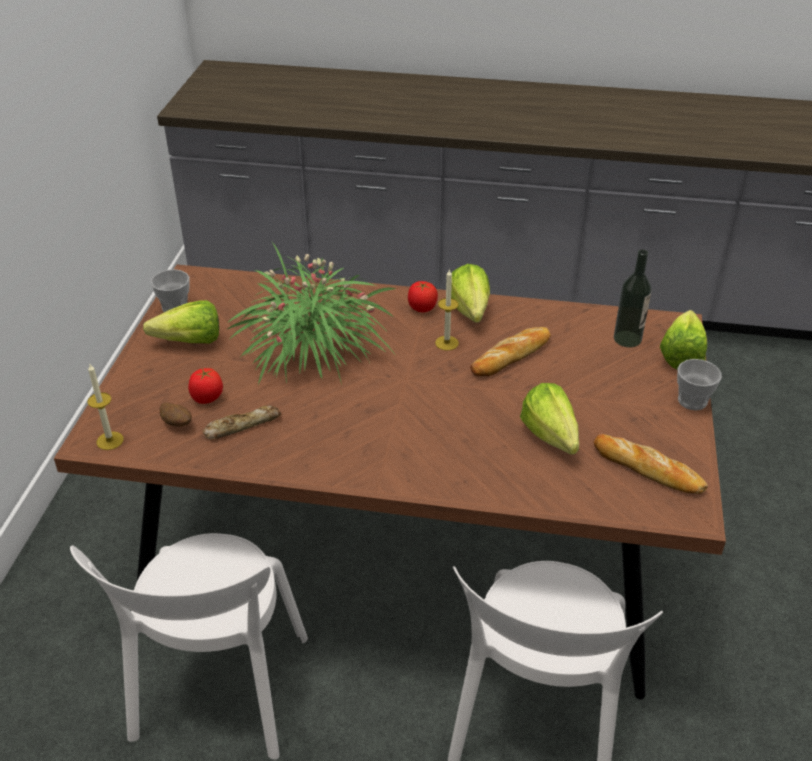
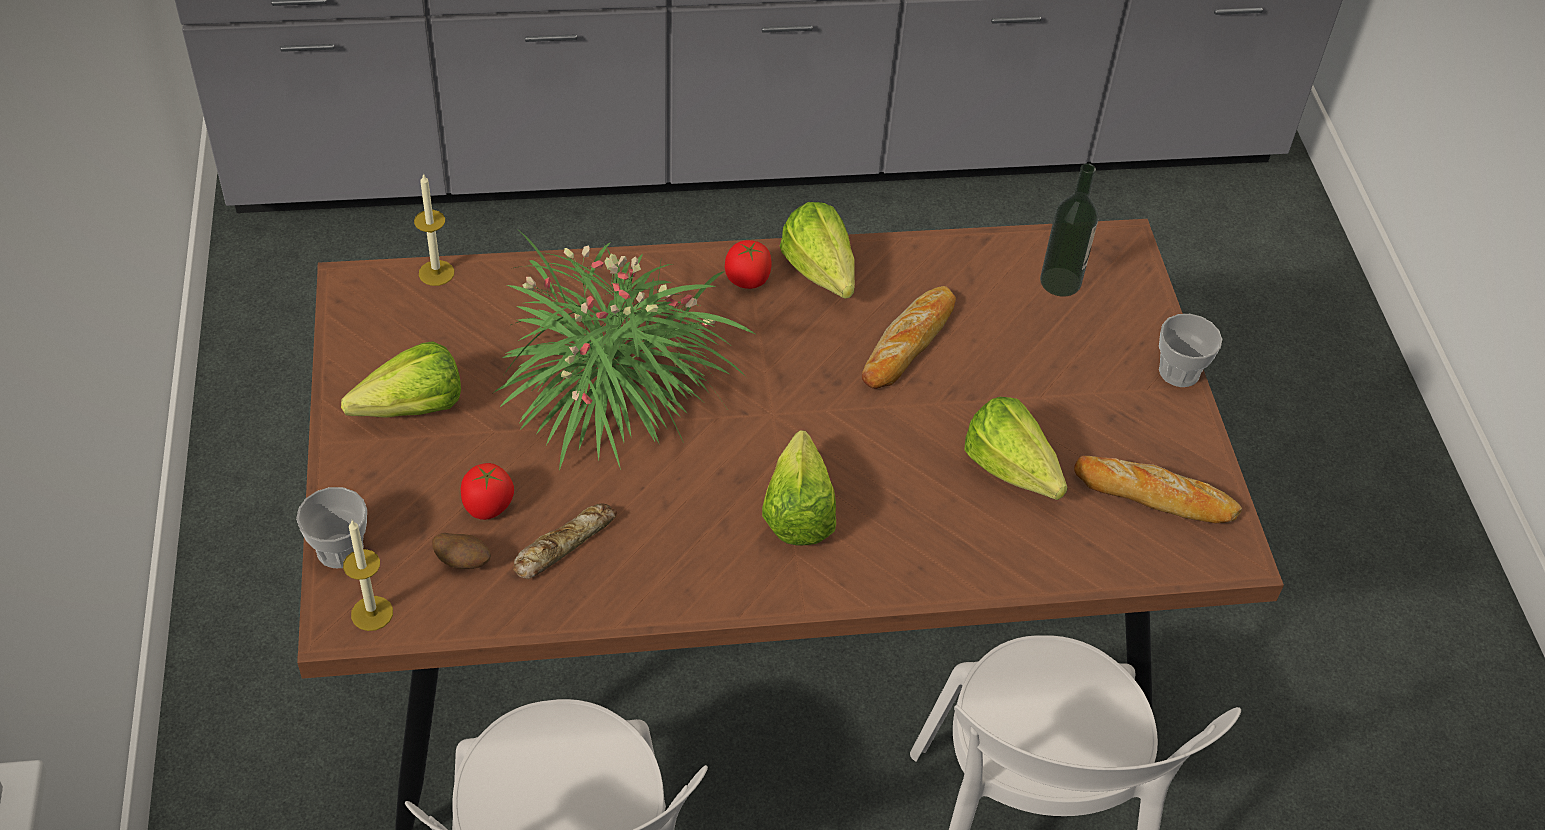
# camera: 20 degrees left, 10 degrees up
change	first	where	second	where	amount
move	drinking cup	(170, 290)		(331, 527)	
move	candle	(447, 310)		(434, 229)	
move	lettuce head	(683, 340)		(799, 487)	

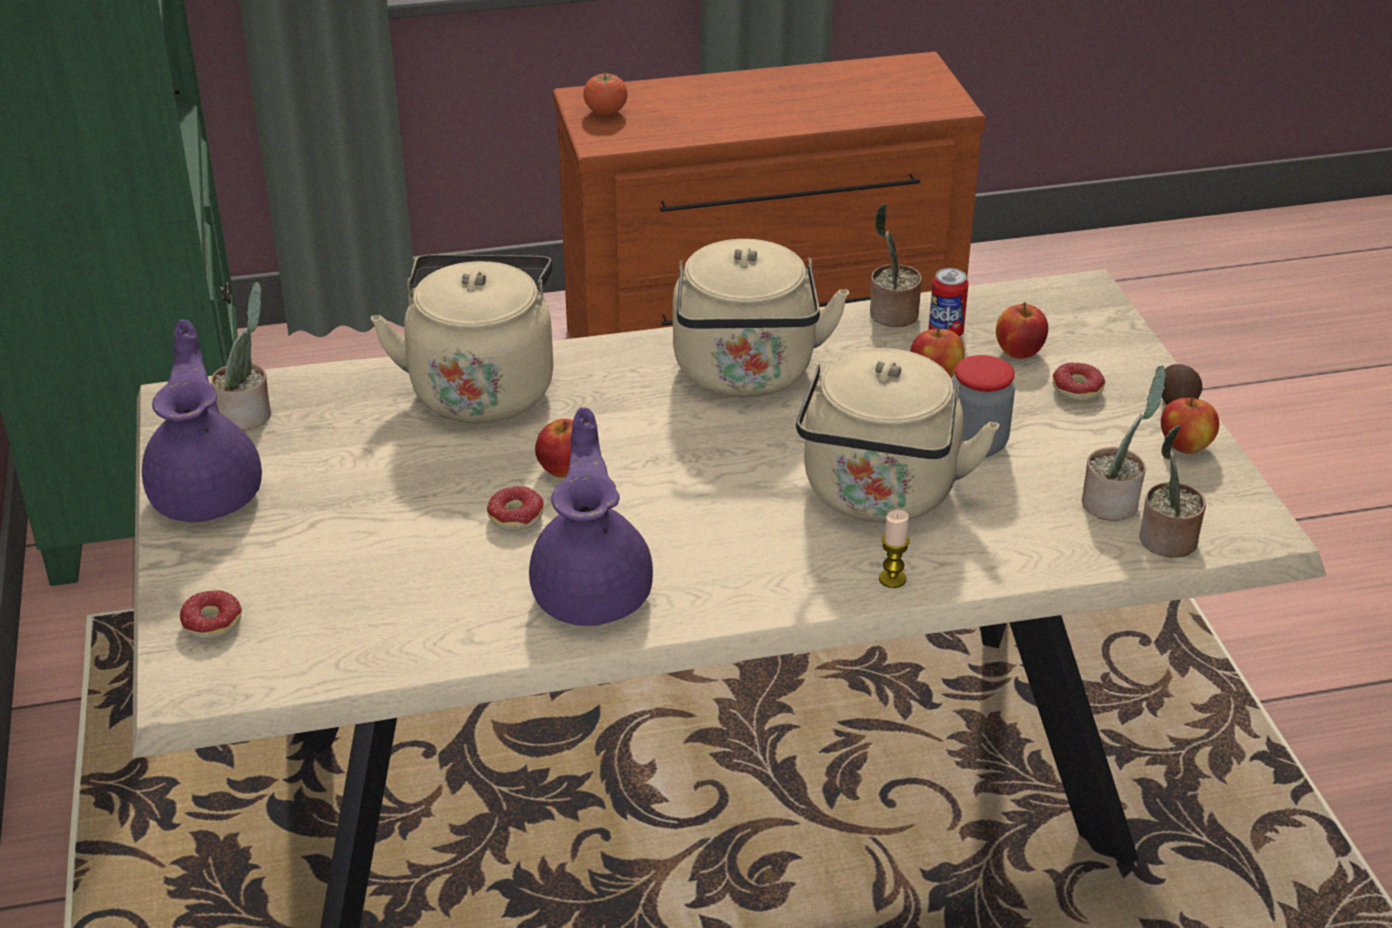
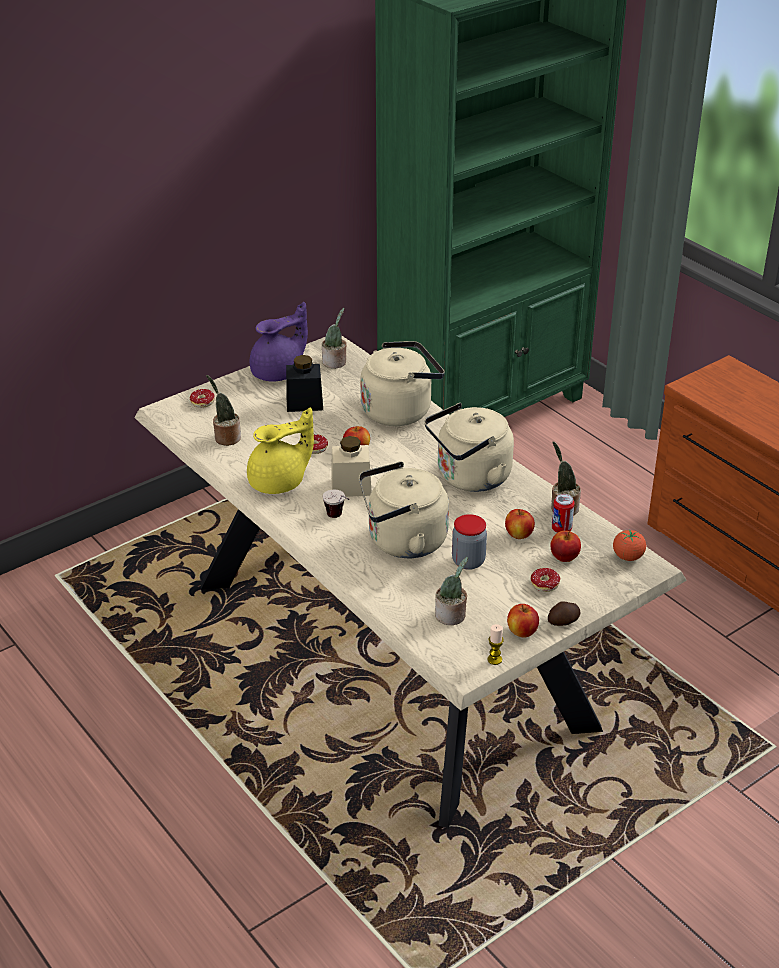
# camera: 65 degrees right, 0 degrees up
change	first	where	second	where	amount
move	tomato	(605, 94)		(629, 545)	
recolor	purple pot for tea	(591, 516)	yellow pot for tea	(280, 451)	
move	plant in a pot	(1173, 491)		(223, 410)	
move	candle	(894, 549)		(496, 644)	
insert			black jar	(304, 383)	
insert			sand-coloured jar	(351, 466)	
insert			drinking cup	(336, 504)	

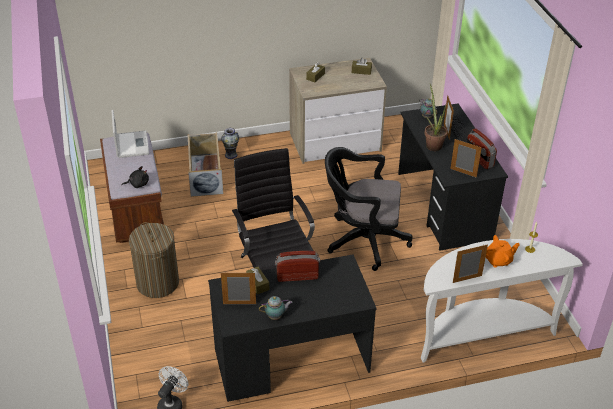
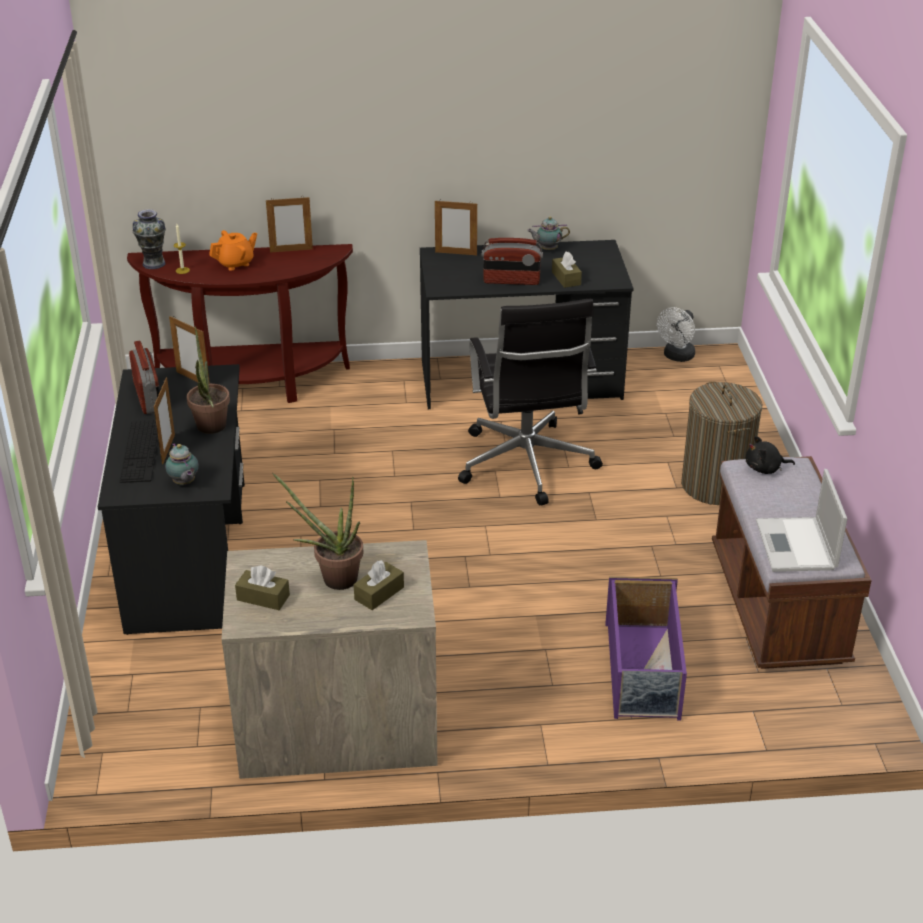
# camera: 170 degrees left, 5 degrees down
change	first	where	second	where	amount
move	decorative vase	(230, 143)		(149, 239)	
recolor	sand-coloured storage container	(205, 164)	purple storage container	(646, 648)	
delete	black desk chair	(368, 209)			
rotate	orange-coloured pot for tea	(502, 251)		(233, 250)	150 degrees clockwise
recolor	white narrow table	(502, 301)	brown narrow table	(240, 323)	
move	picture frame	(238, 288)		(456, 227)	
insert			plant in a pot	(318, 531)	

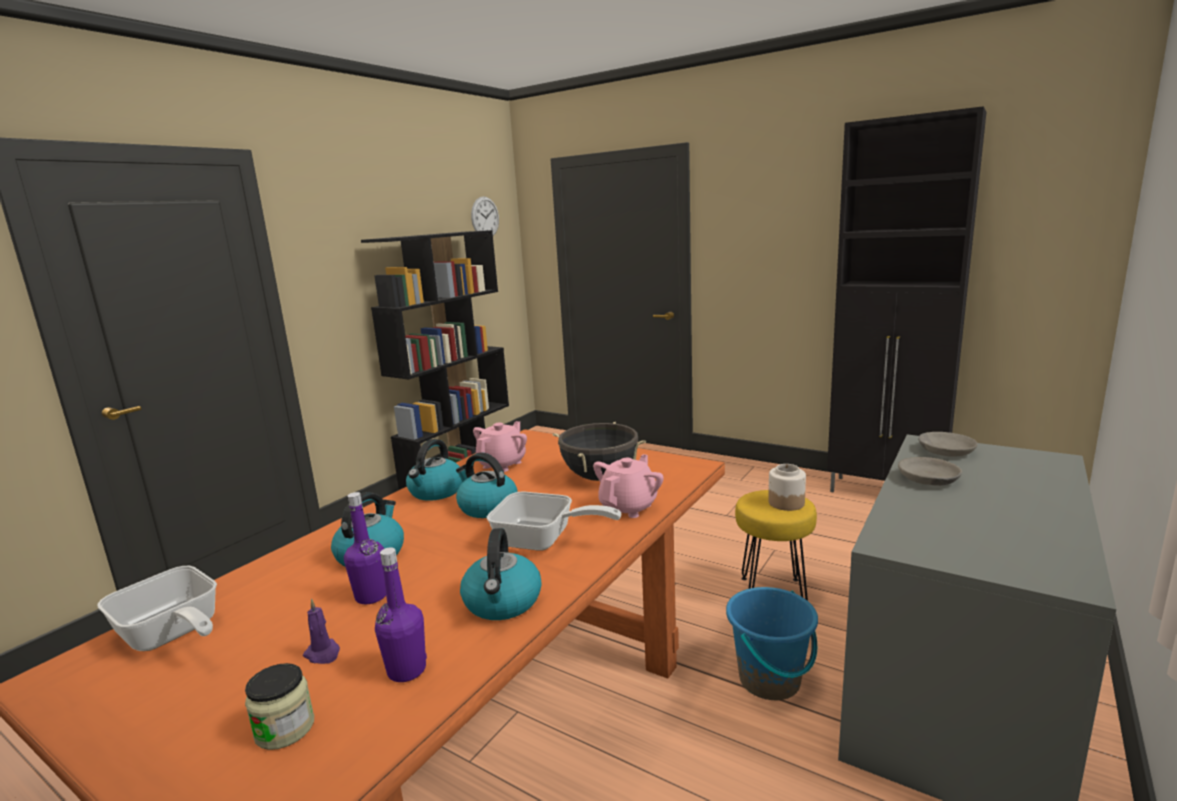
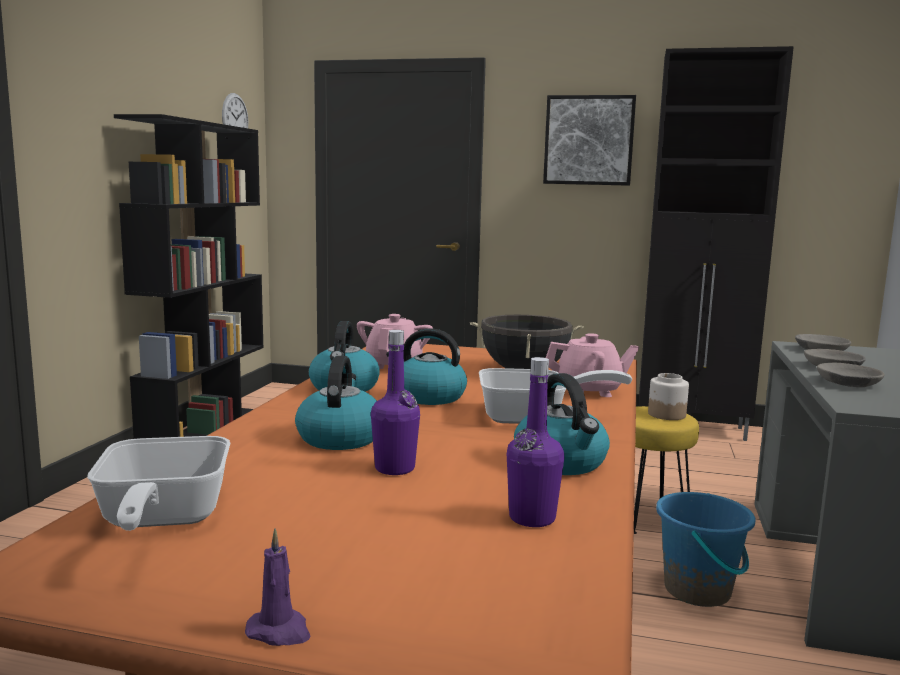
# camera: 20 degrees left, 5 degrees down
change	first	where	second	where	amount
rotate	pinkish pot for tea	(628, 486)		(592, 365)	75 degrees clockwise
rotate	pan	(157, 608)		(158, 483)	60 degrees clockwise
move	purple candle	(321, 631)		(278, 587)	
delete	jar	(279, 706)			
insert			wall art	(589, 140)	
insert			gray deep dish	(851, 375)	

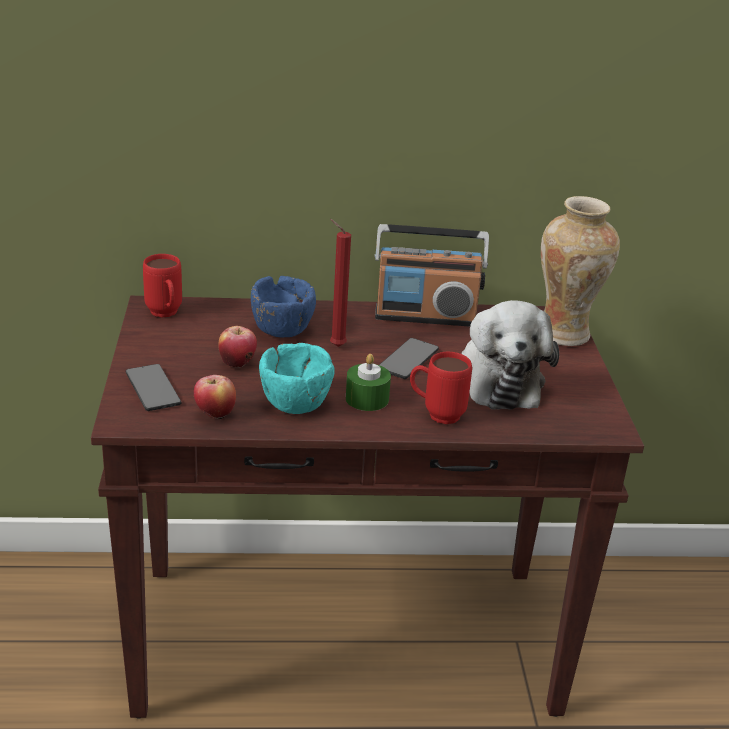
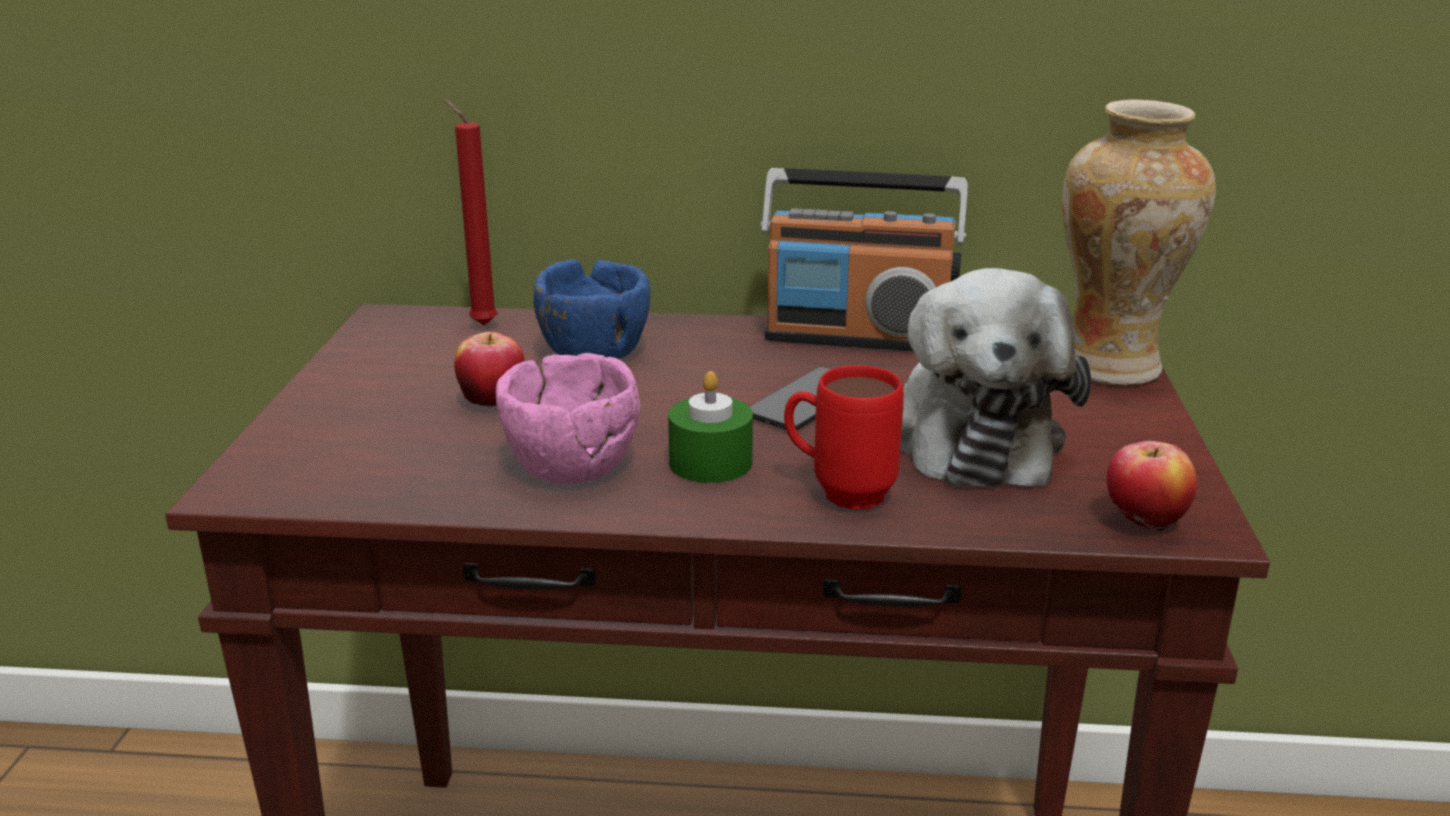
# camera: 10 degrees right, 5 degrees down
change	first	where	second	where	amount
move	reddish candle	(340, 283)		(470, 212)	
delete	reddish mug	(162, 286)			
recolor	turquoise-coloured deep dish	(297, 378)	pinkish deep dish	(568, 418)	
delete	phone	(153, 387)			
move	apple	(215, 397)		(1152, 486)	

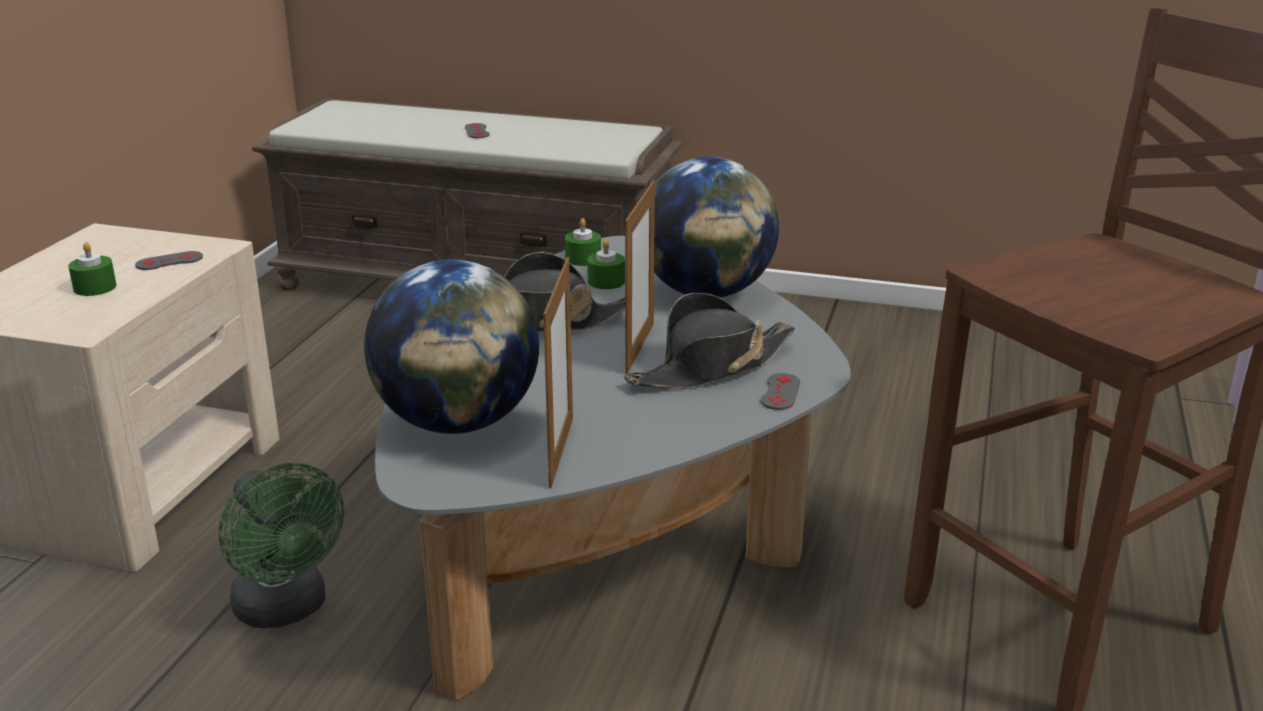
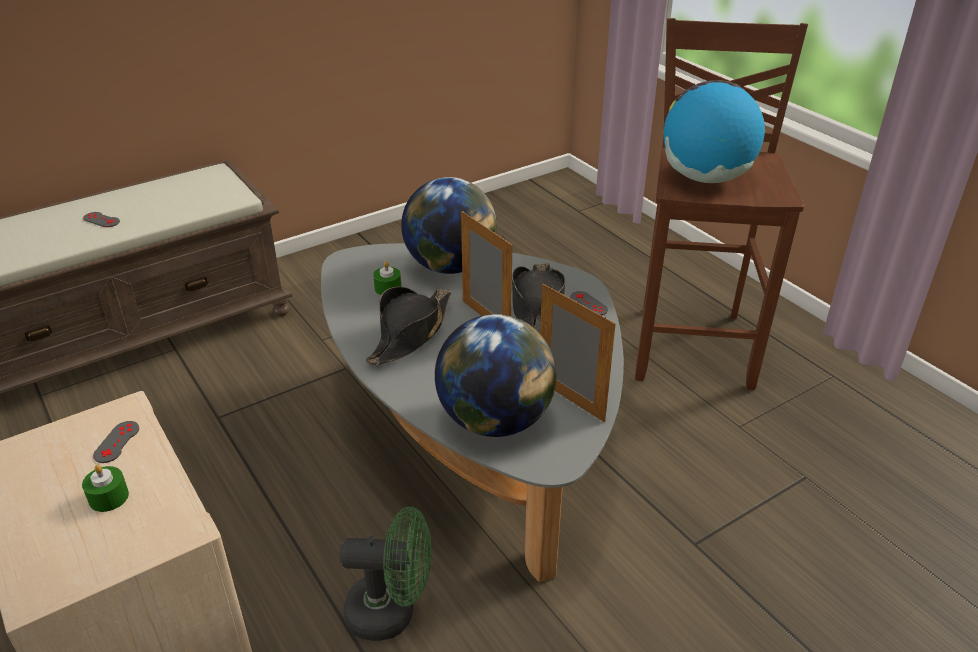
# camera: 50 degrees left, 10 degrees up
change	first	where	second	where	amount
delete	green-coloured candle	(583, 242)			
insert			world globe	(714, 131)	

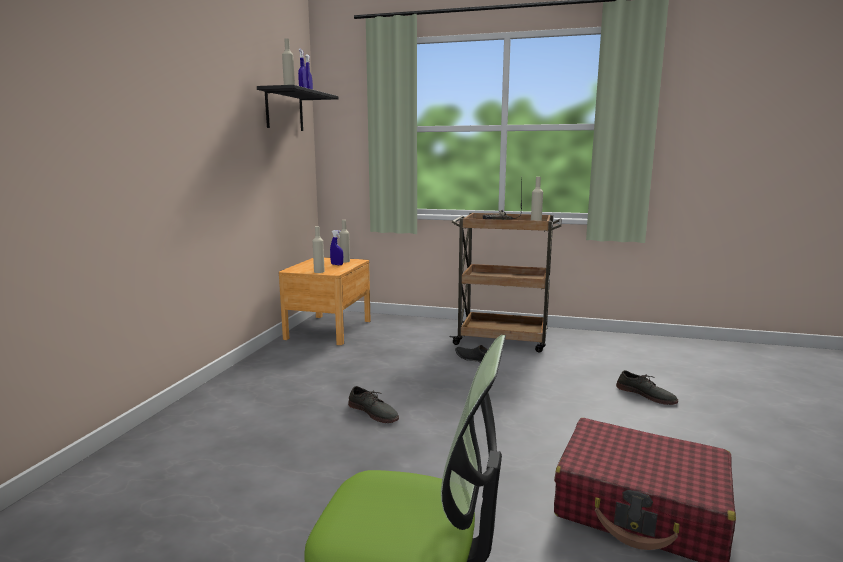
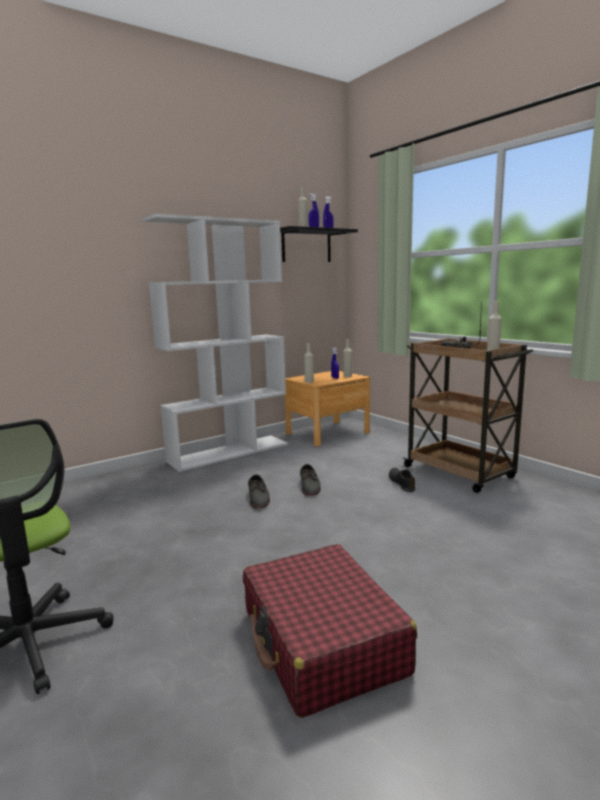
# camera: 40 degrees right, 0 degrees up
change	first	where	second	where	amount
move	gray shoe	(647, 387)		(310, 480)	
insert			white bookcase	(215, 343)	

